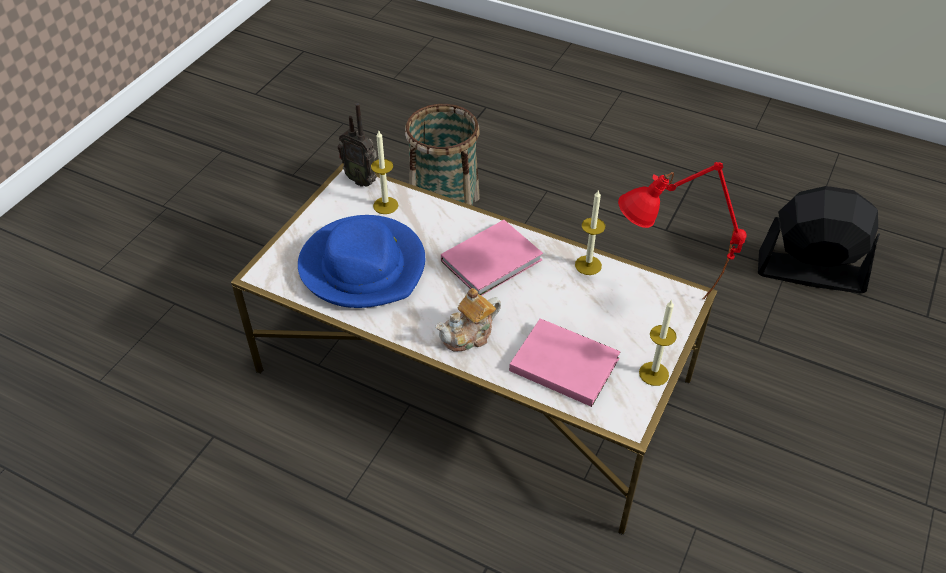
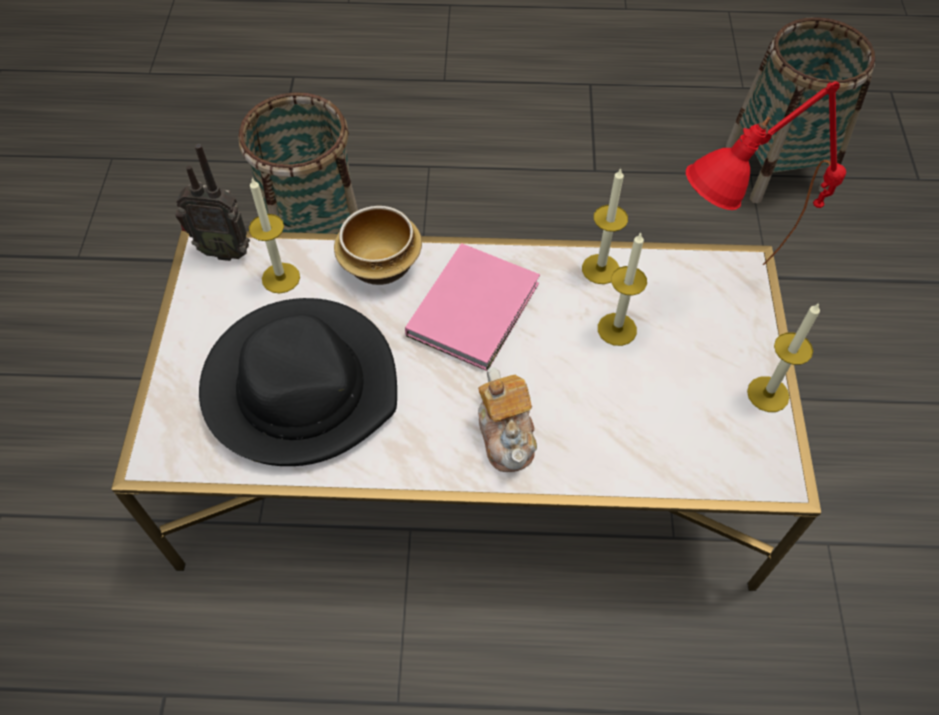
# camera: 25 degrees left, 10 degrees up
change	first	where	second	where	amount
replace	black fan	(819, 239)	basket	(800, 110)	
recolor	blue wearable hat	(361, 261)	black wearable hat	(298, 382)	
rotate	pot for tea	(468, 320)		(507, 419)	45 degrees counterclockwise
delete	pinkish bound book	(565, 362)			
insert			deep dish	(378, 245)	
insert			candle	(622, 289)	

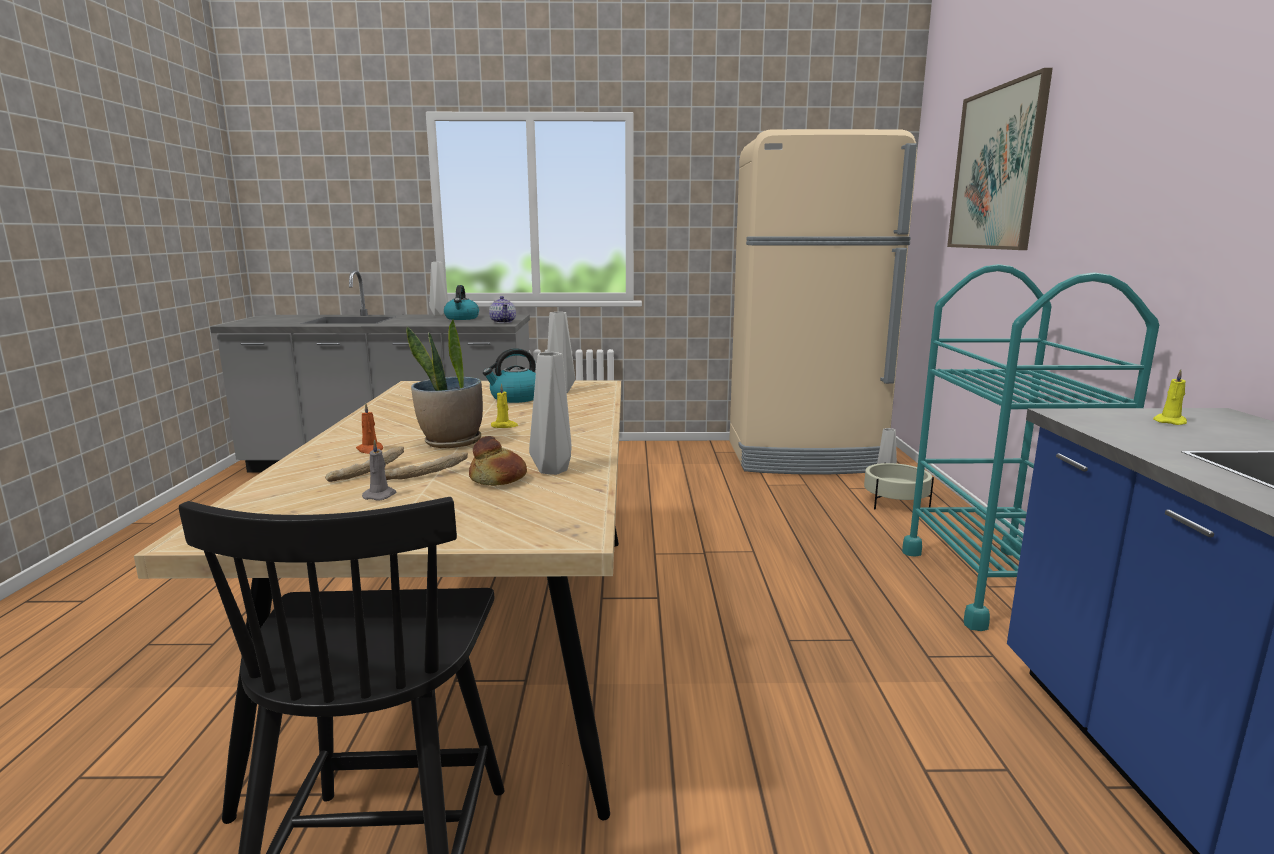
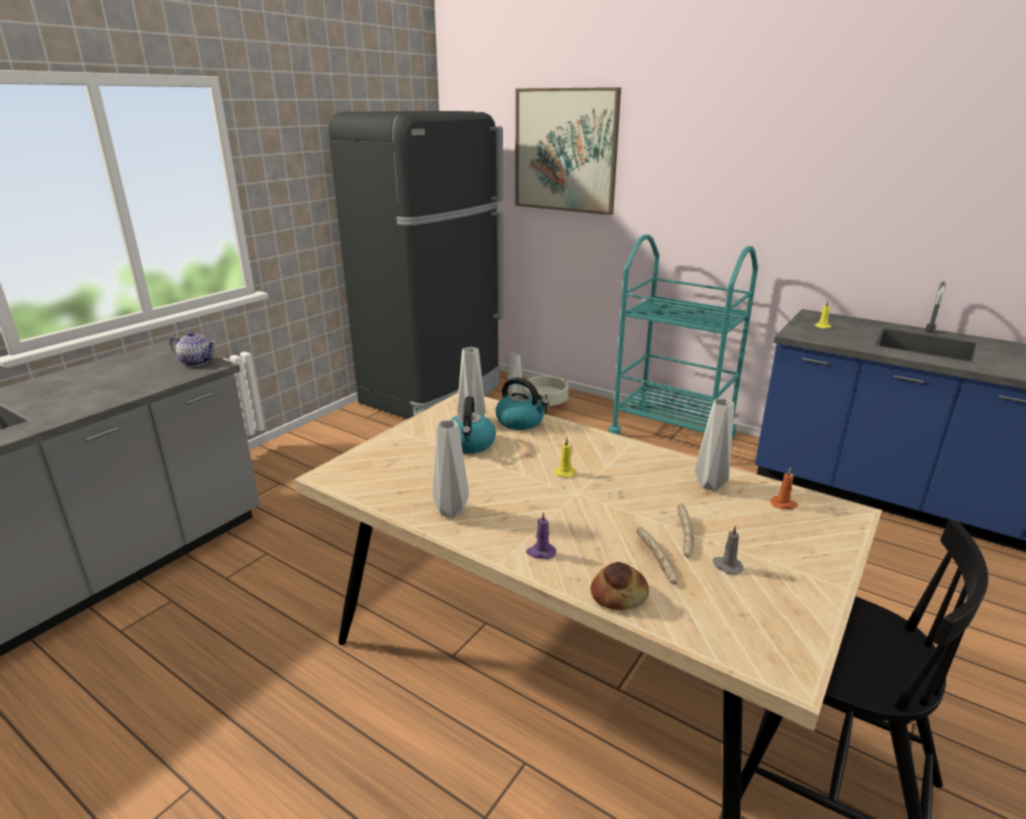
# camera: 55 degrees left, 10 degrees up
change	first	where	second	where	amount
recolor	sand-coloured refrigerator	(823, 301)	black refrigerator	(416, 265)	
move	gray decorative vase	(439, 289)		(450, 469)	
move	tea kettle	(461, 302)		(522, 403)	
delete	plant in a pot	(444, 383)			
move	orange-coloured candle	(369, 428)		(784, 488)	
move	bread	(498, 461)		(620, 586)	
insert			purple candle	(541, 535)	

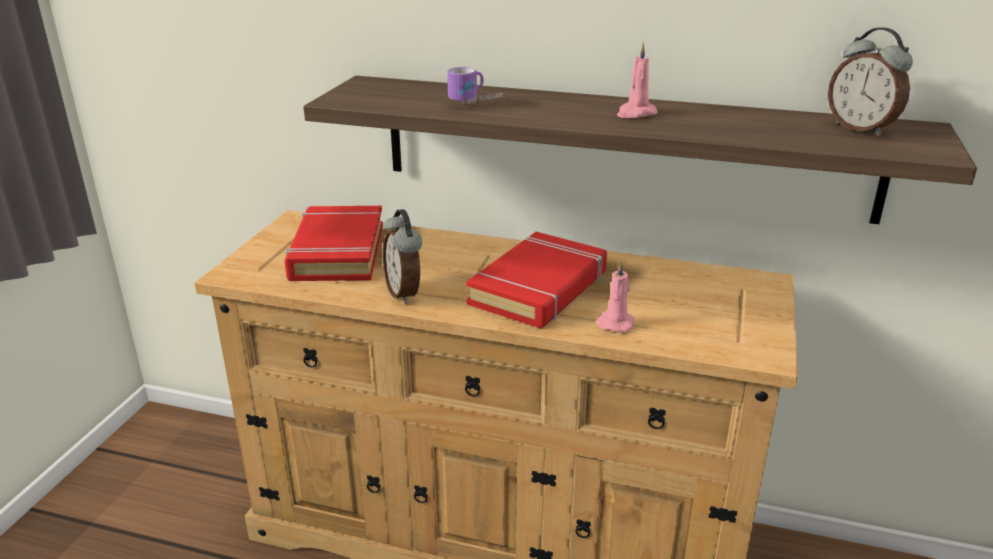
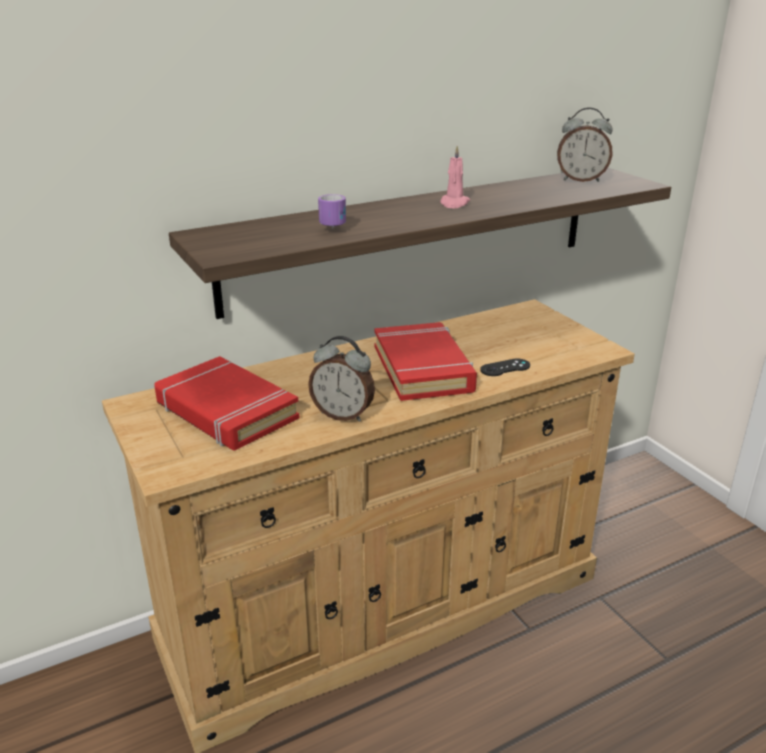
# camera: 45 degrees left, 0 degrees up
change	first	where	second	where	amount
replace	pinkish candle	(616, 296)	black joypad	(505, 367)	

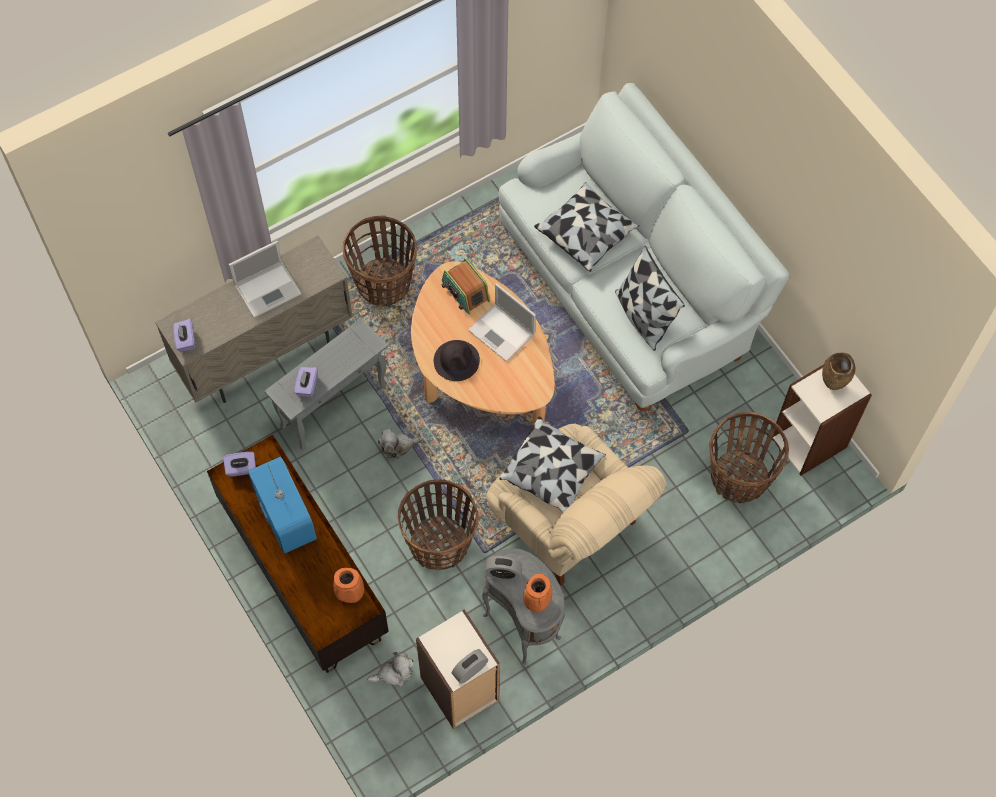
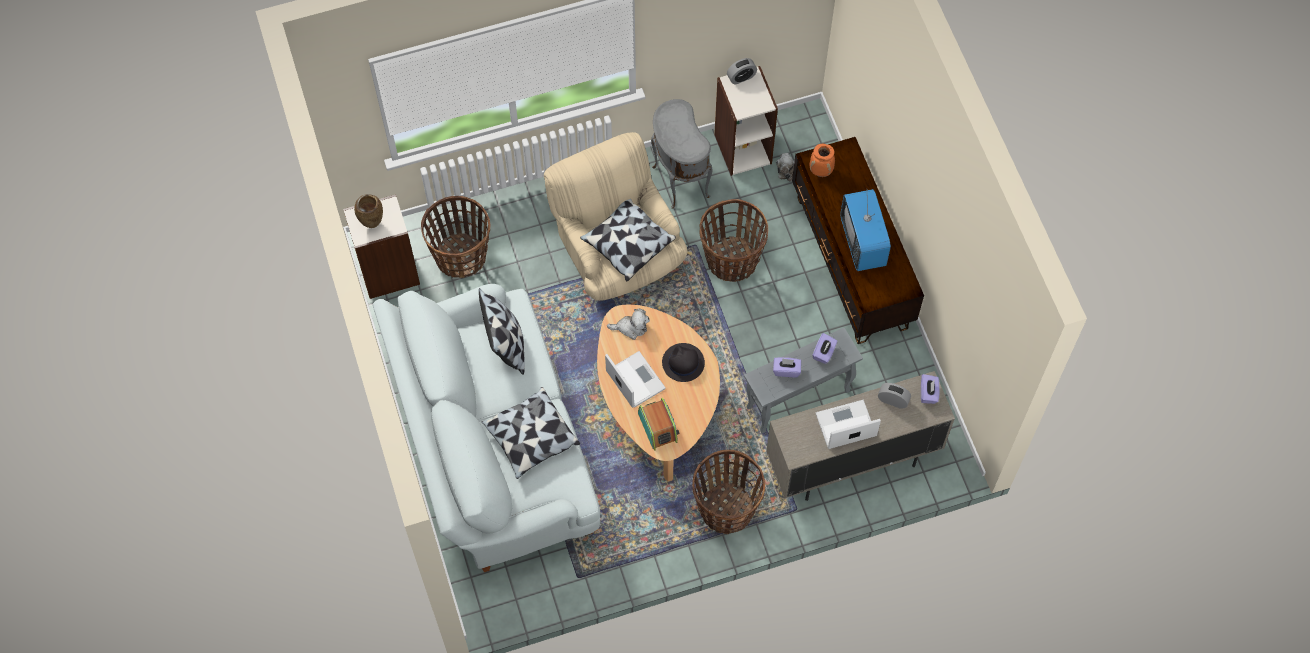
# camera: 165 degrees left, 0 degrees up
change	first	where	second	where	amount
move	plush toy	(401, 444)		(628, 324)	
move	purple tissue box	(239, 464)		(787, 367)	
move	table clock	(503, 568)		(894, 396)	
delete	orange-coloured decorative vase	(537, 593)			

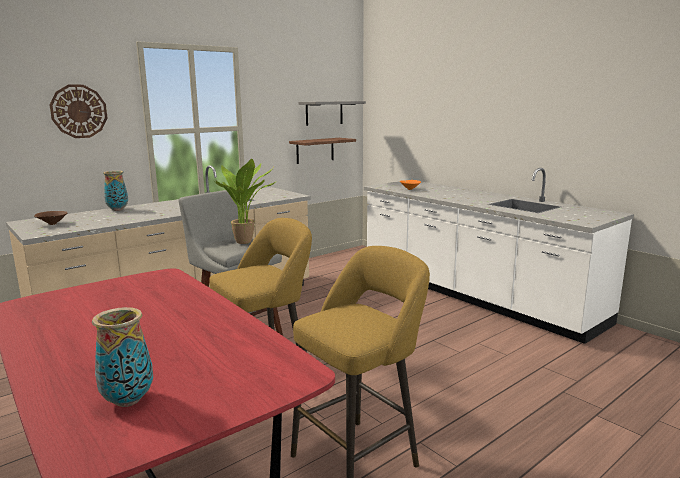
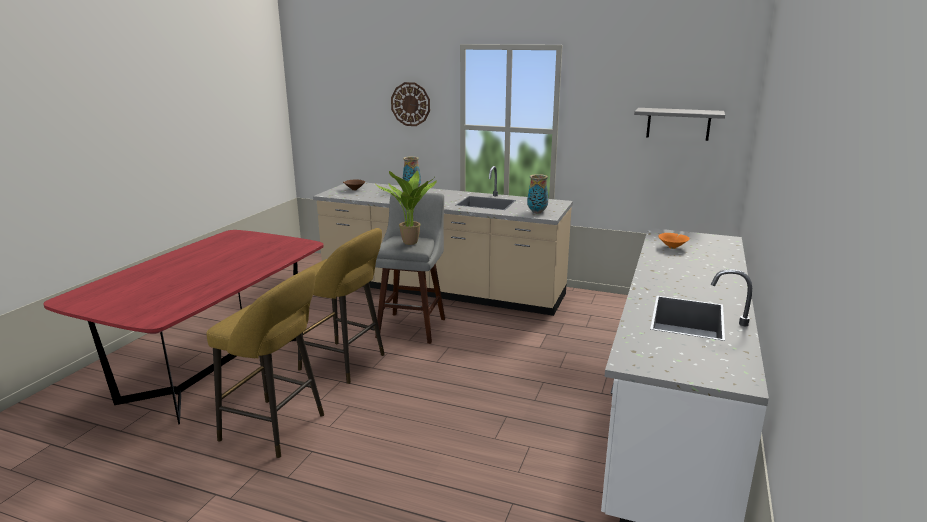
# camera: 60 degrees right, 5 degrees up
change	first	where	second	where	amount
delete	brown bracket shelf	(322, 151)			
move	decorative vase	(122, 357)		(537, 193)	

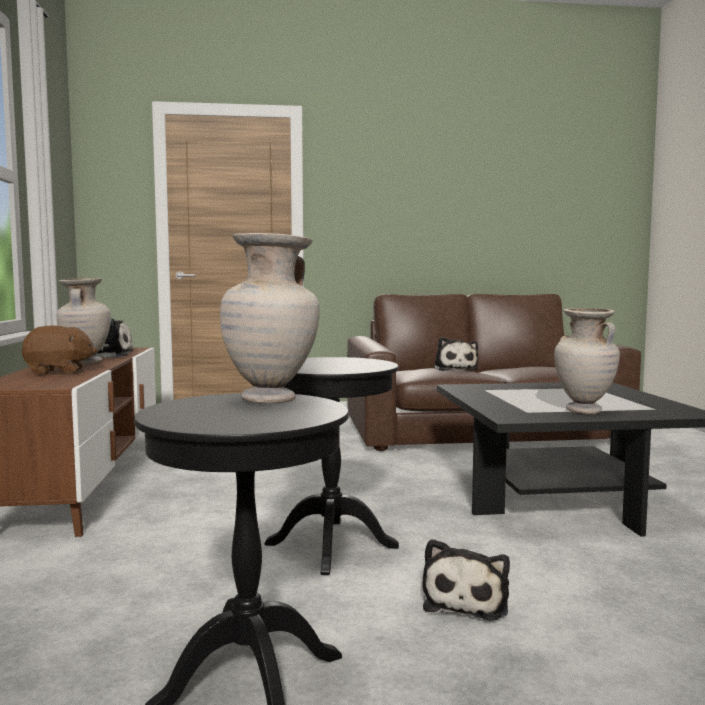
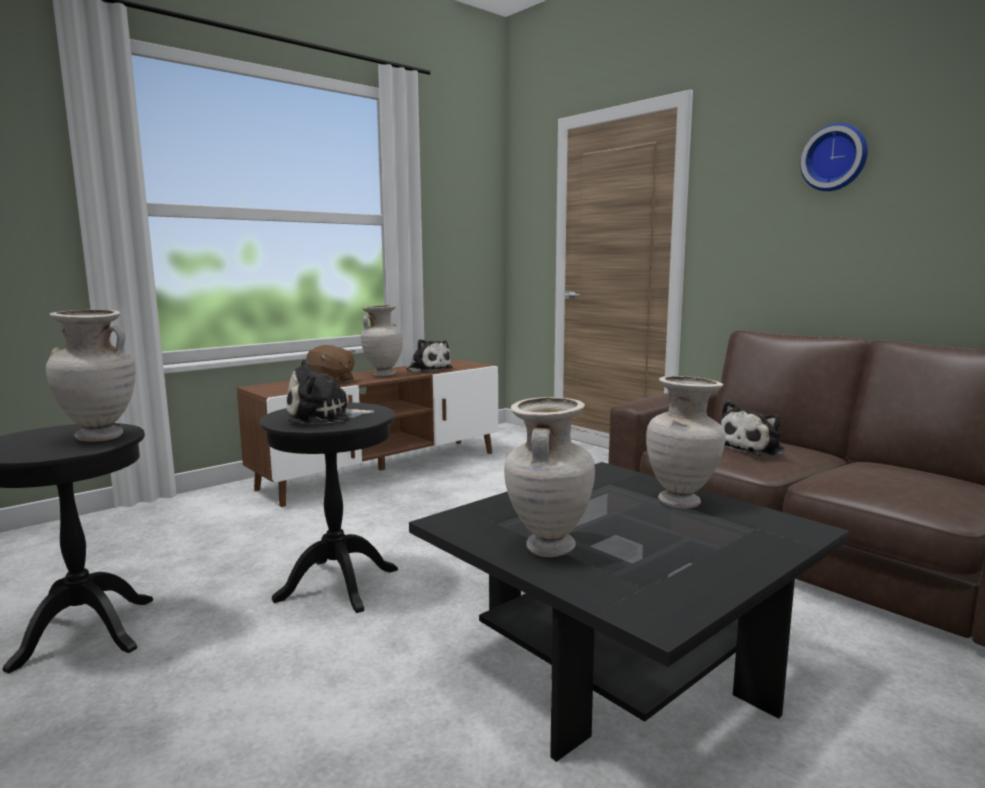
# camera: 55 degrees right, 5 degrees up
change	first	where	second	where	amount
move	plush toy	(466, 580)		(330, 391)	
insert			hanging clock	(834, 157)	
insert			sand-coloured decorative vase	(685, 442)	

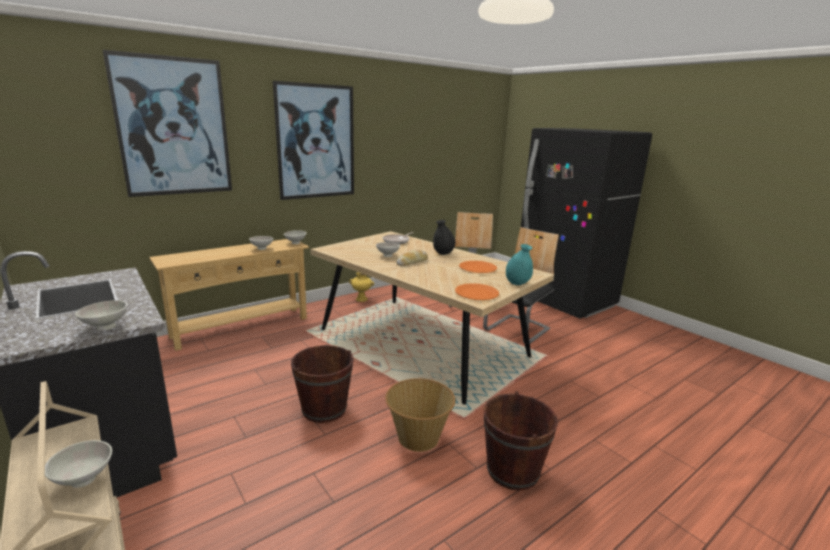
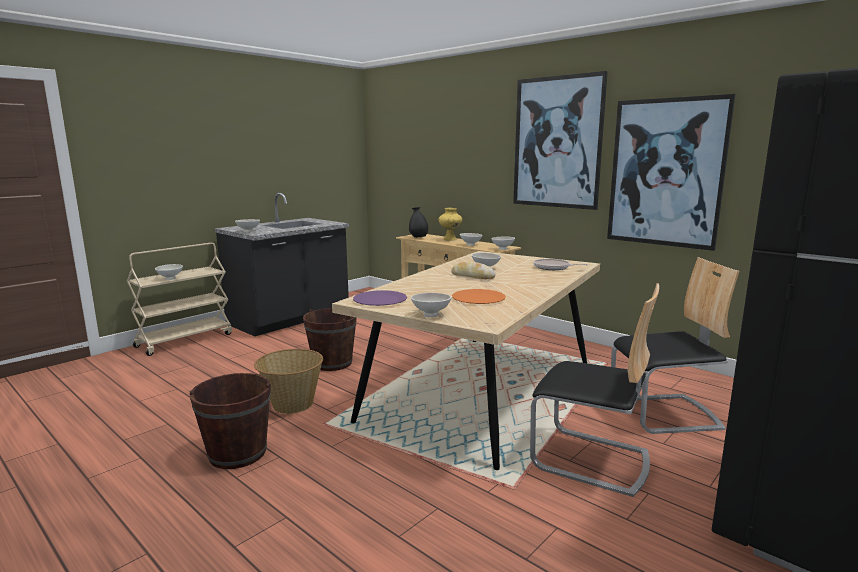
# camera: 80 degrees right, 5 degrees down
change	first	where	second	where	amount
move	wall art	(167, 123)		(671, 172)	
move	black decorative vase	(444, 237)		(418, 222)	
replace	turquoise-coloured decorative vase	(519, 264)	white deep dish	(431, 305)	
move	yellow decorative vase	(361, 287)		(450, 224)	
recolor	orange-coloured dinner plate	(477, 291)	purple dinner plate	(380, 298)	

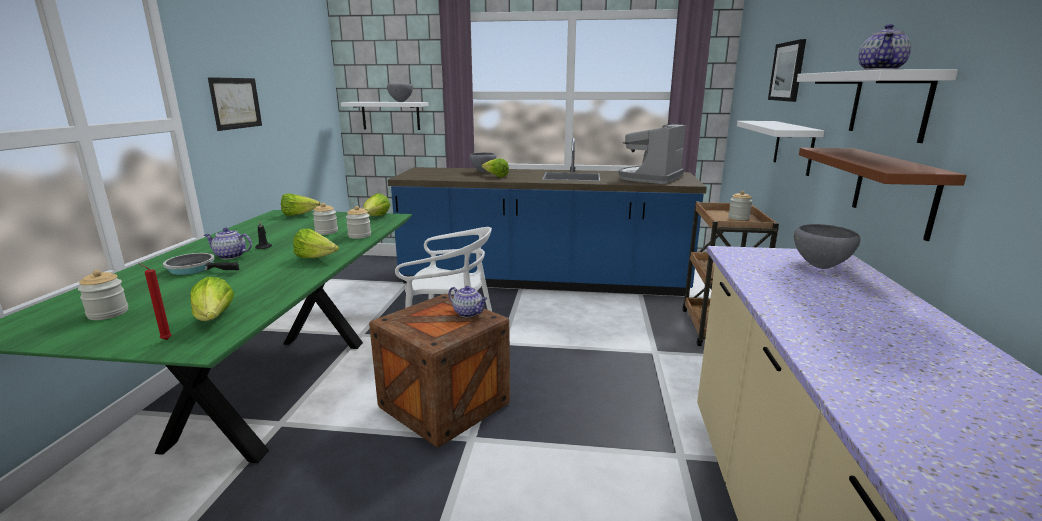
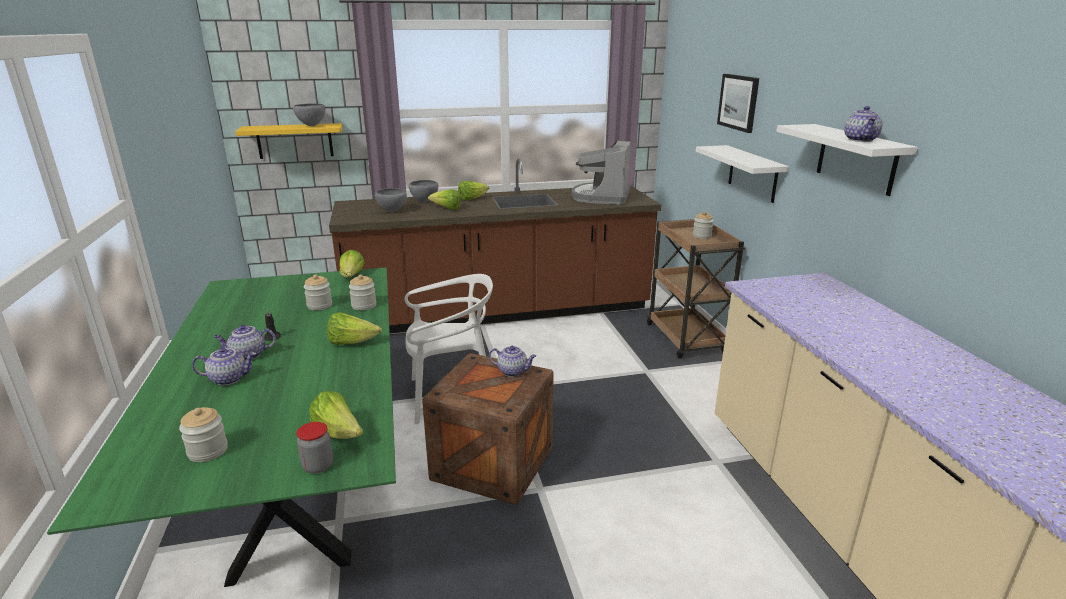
# camera: 20 degrees left, 5 degrees up
change	first	where	second	where	amount
delete	wall art	(235, 104)			
recolor	white bracket shelf	(385, 116)	yellow bracket shelf	(289, 141)	
recolor	blue kitchen counter	(547, 217)	brown kitchen counter	(495, 246)	
delete	brown bracket shelf	(883, 194)			
move	lettuce head	(301, 204)		(473, 190)	
move	gray deep dish	(827, 246)		(391, 200)	
replace	pan	(201, 264)	pot for tea	(224, 366)	
replace	reddish candle	(155, 301)	jar	(314, 448)	

